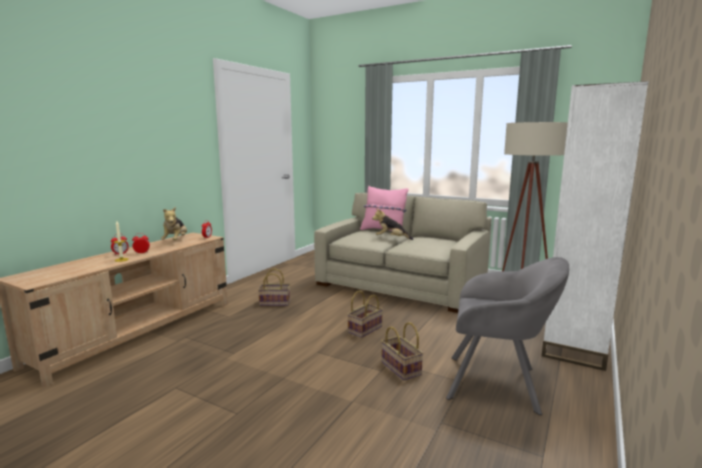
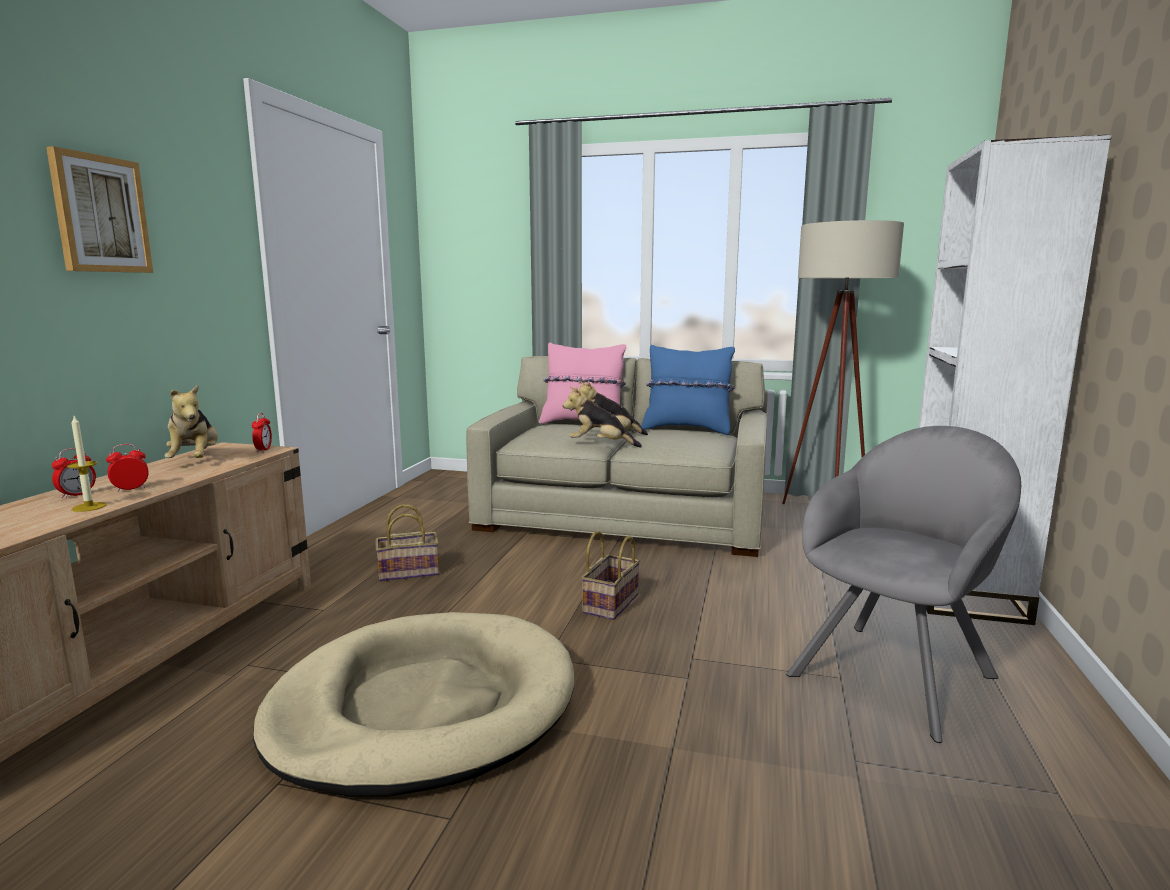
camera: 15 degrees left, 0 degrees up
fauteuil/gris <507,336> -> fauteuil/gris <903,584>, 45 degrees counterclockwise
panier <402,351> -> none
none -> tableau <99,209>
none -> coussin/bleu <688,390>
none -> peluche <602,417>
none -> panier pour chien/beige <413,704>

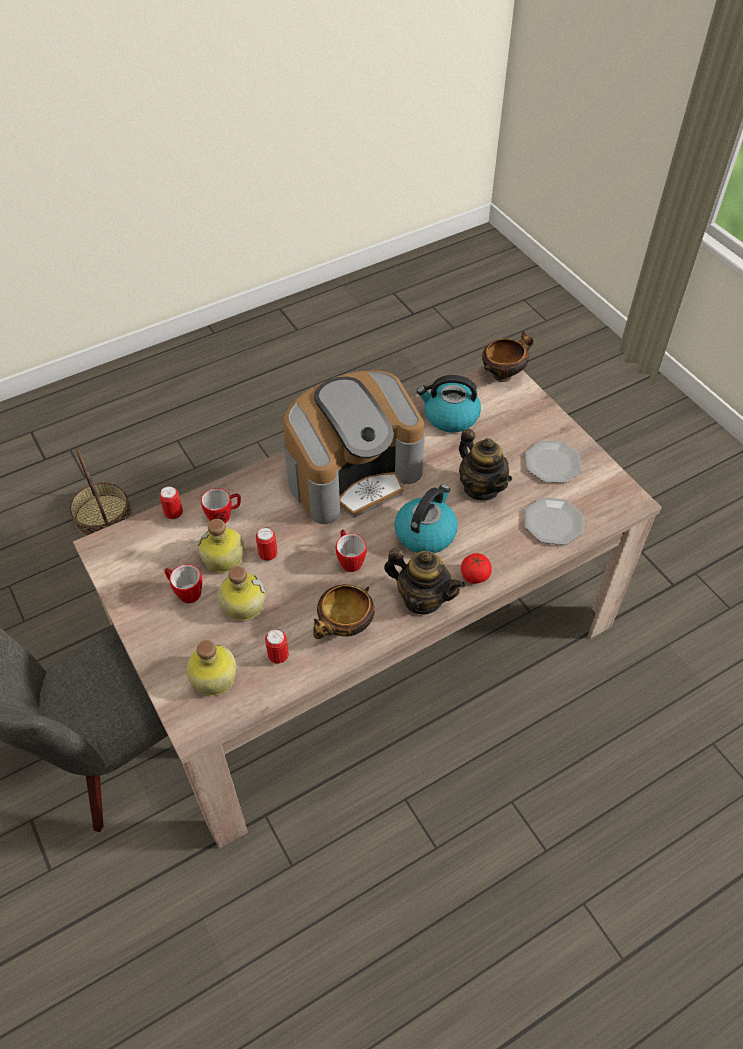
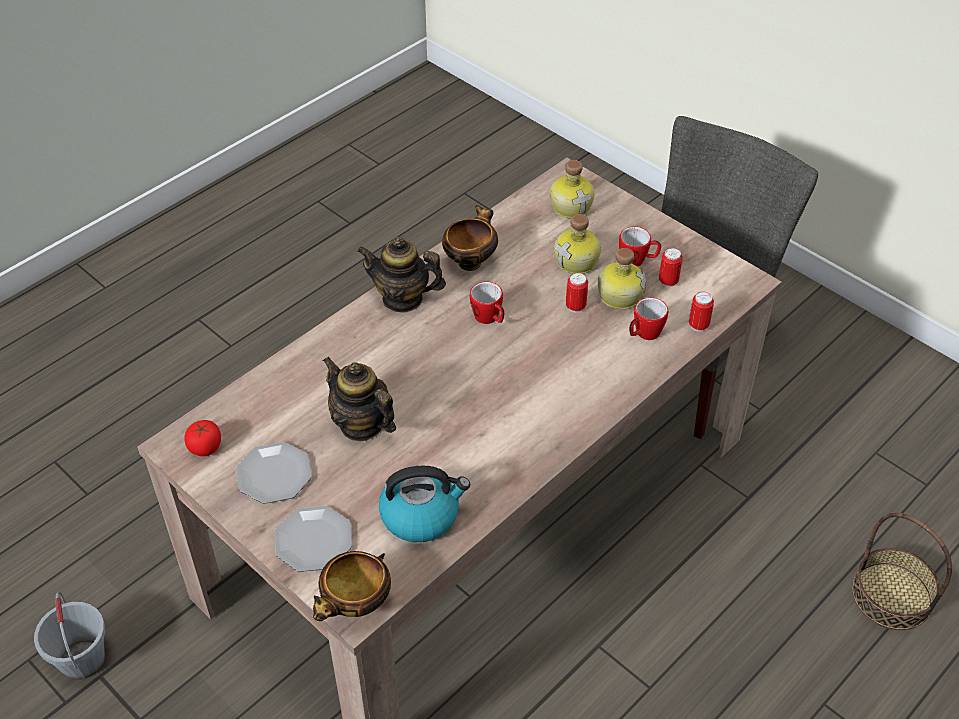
camera: 165 degrees right, 5 degrees down
machine à café <354,447> -> none
bouilloire <426,518> -> none
assiette <553,521> -> assiette <313,539>, moved
tomate <476,568> -> tomate <202,438>, moved
boîte métallique <277,646> -> boîte métallique <671,267>, moved
none -> seau/gris <69,635>

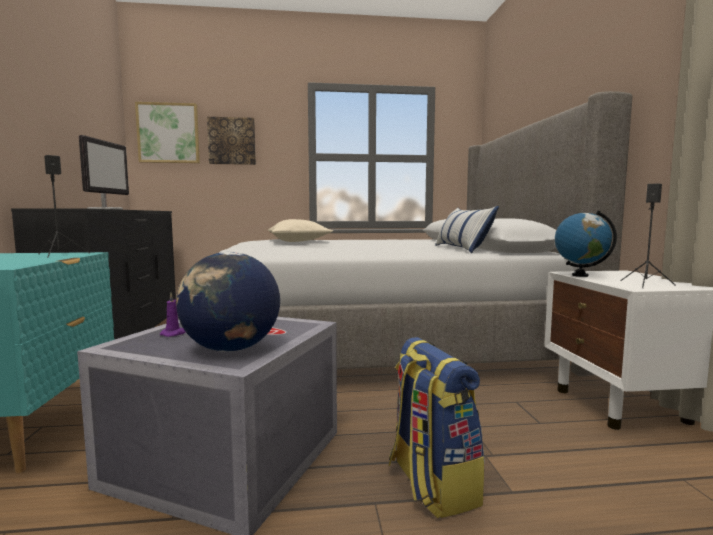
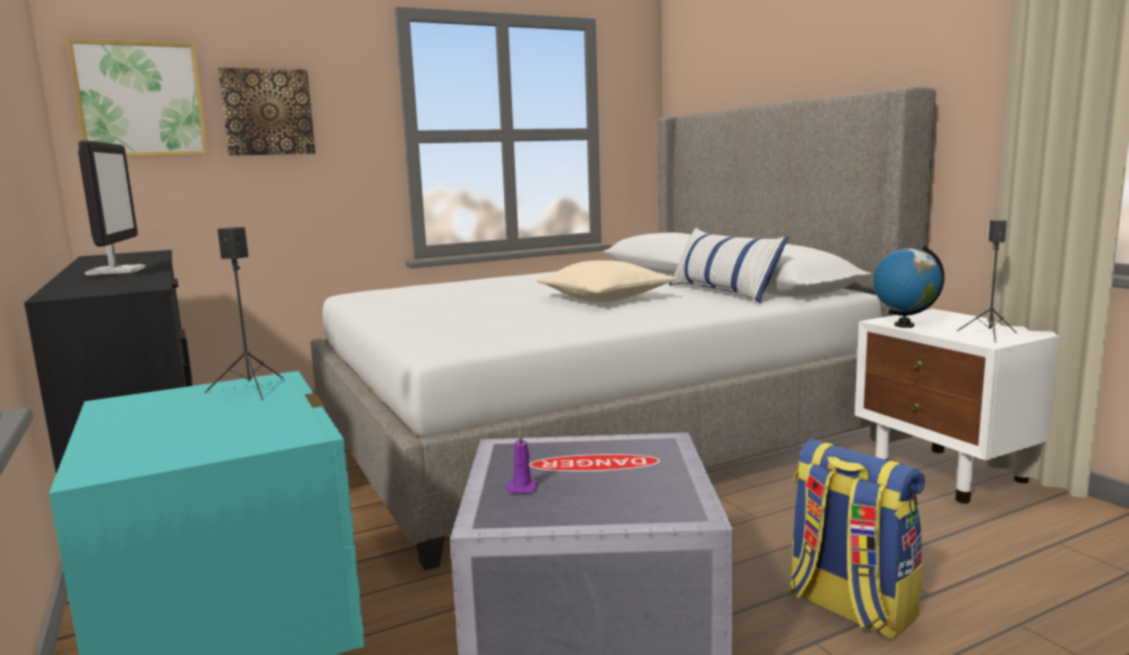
camera: 20 degrees left, 5 degrees up
coussin/beige <300,230> -> coussin/beige <606,281>, moved
globe <228,302> -> none

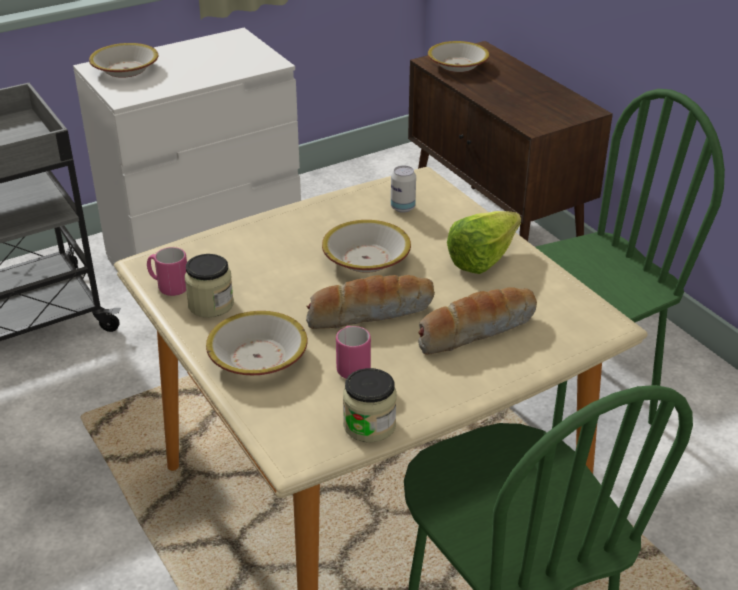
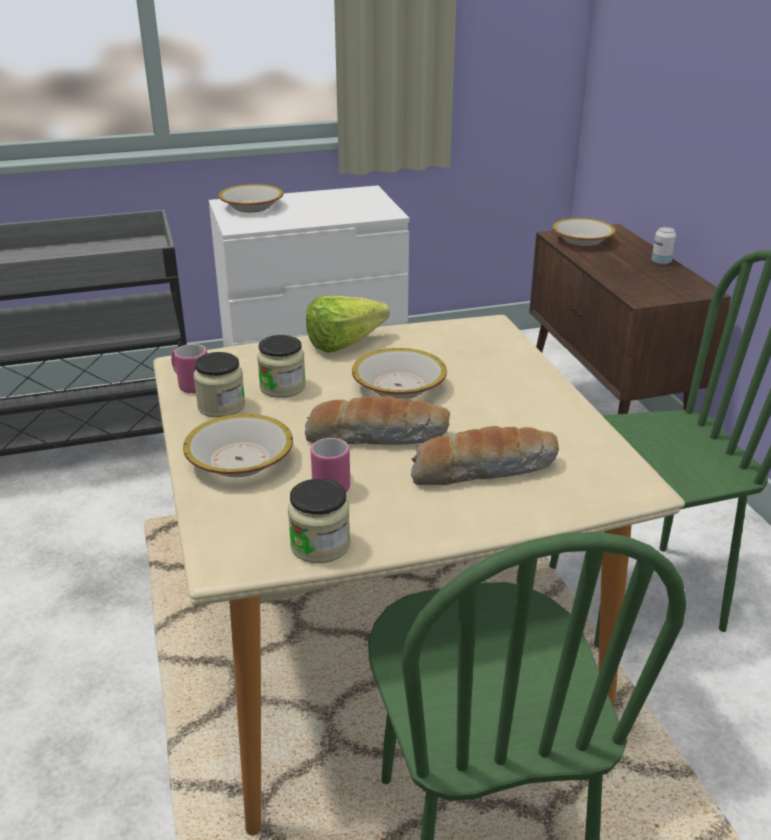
camera: 15 degrees right, 5 degrees down
boîte métallique <403,189> -> boîte métallique <664,246>, moved
laitue <484,242> -> laitue <347,324>, moved
none -> bocal <281,366>

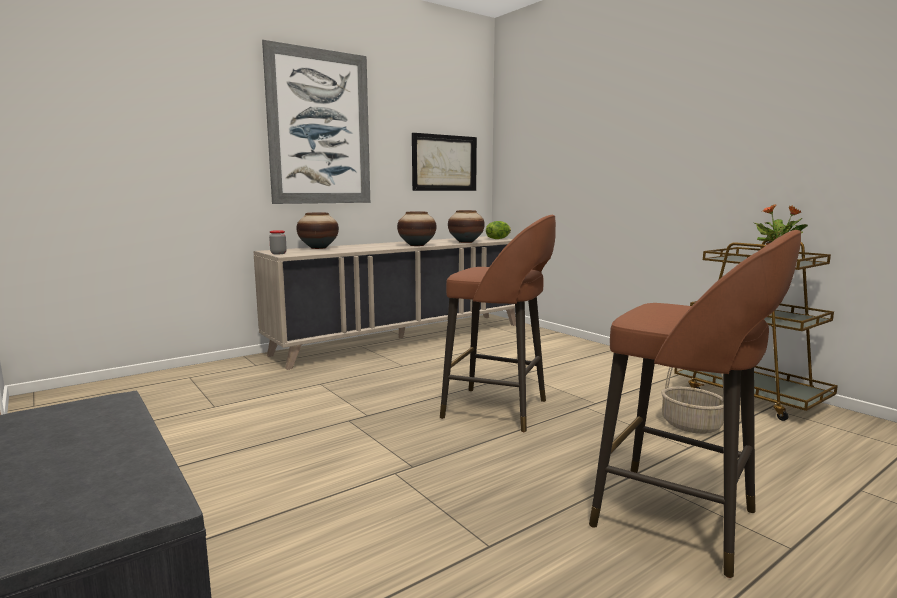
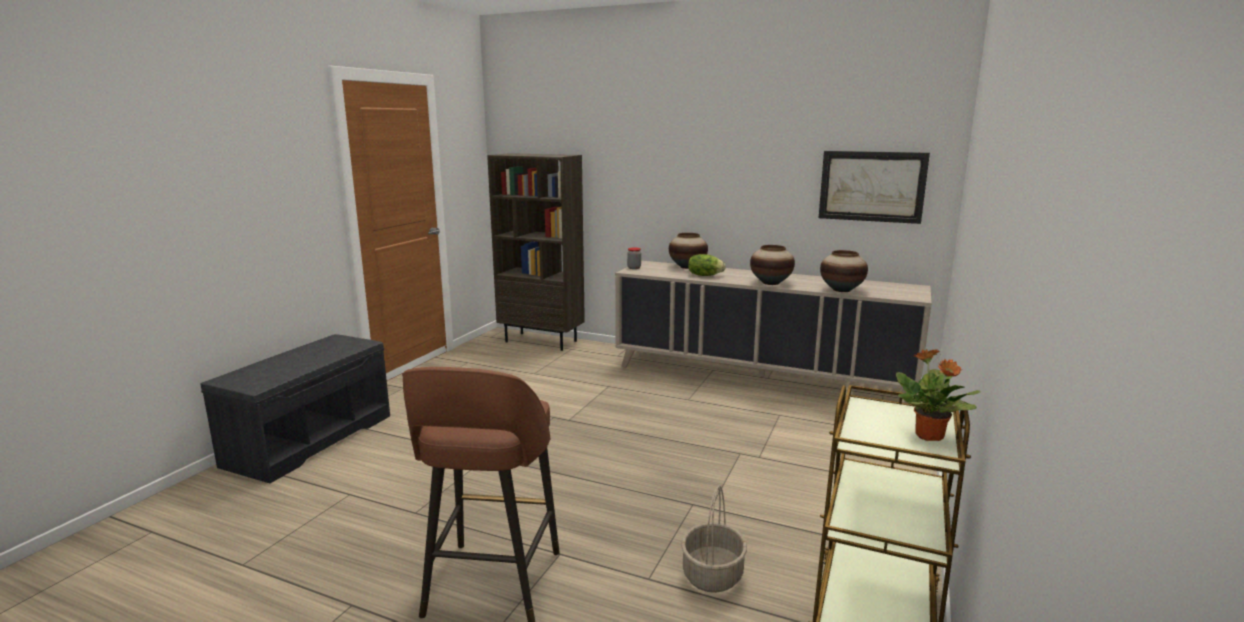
camera: 60 degrees right, 5 degrees up
tableau <316,122> -> none
tabouret/marron <498,323> -> none
laitue <498,230> -> laitue <707,265>, moved
none -> bibliothèque/marron <536,252>

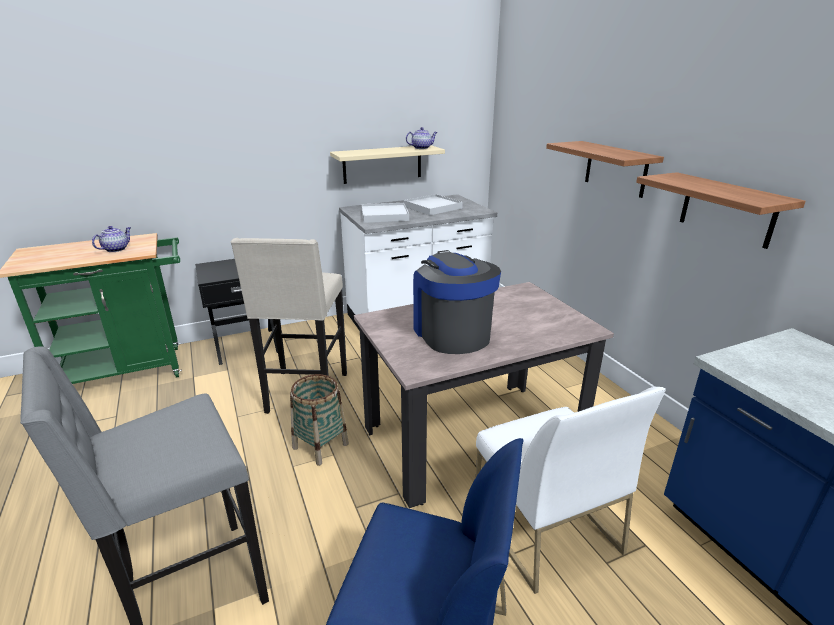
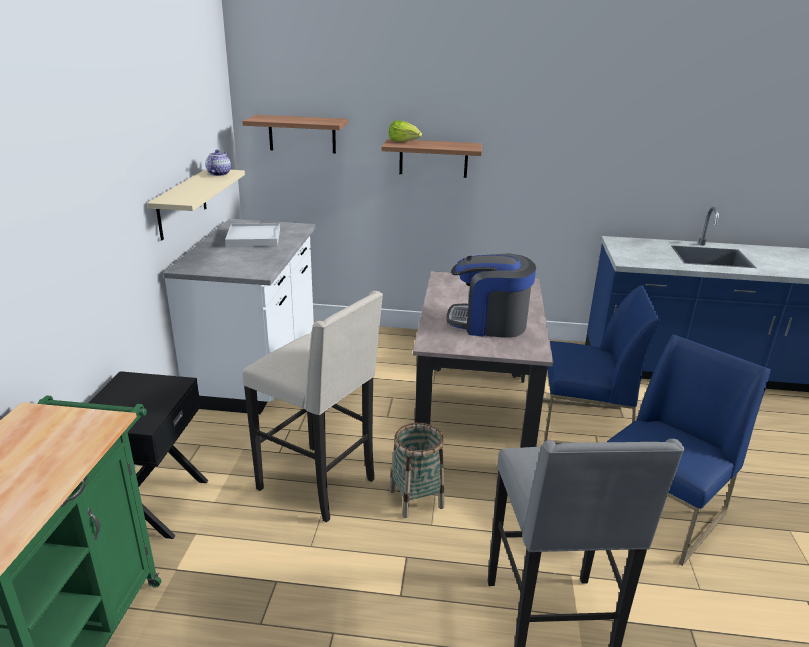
camera: 60 degrees left, 0 degrees up
étagère <721,210> -> étagère <295,134>, moved
plateau/blanc <385,213> -> none
théière <111,239> -> none
chaise/blanc <571,490> -> chaise/bleu <601,365>
none -> laitue <405,131>

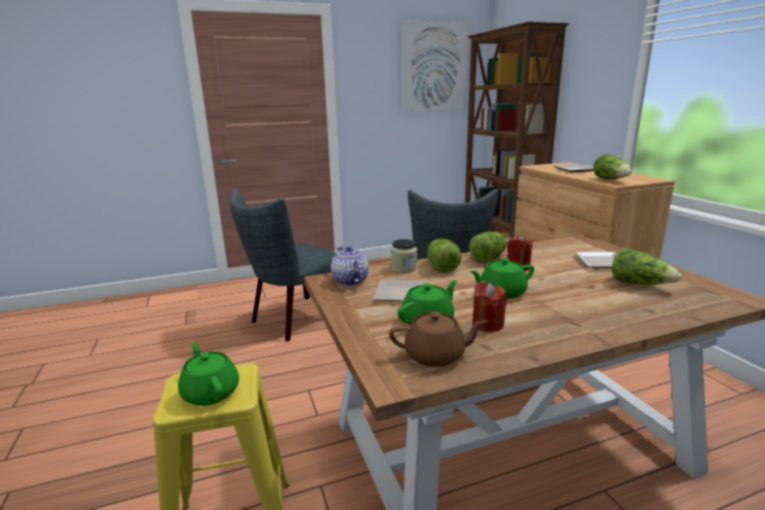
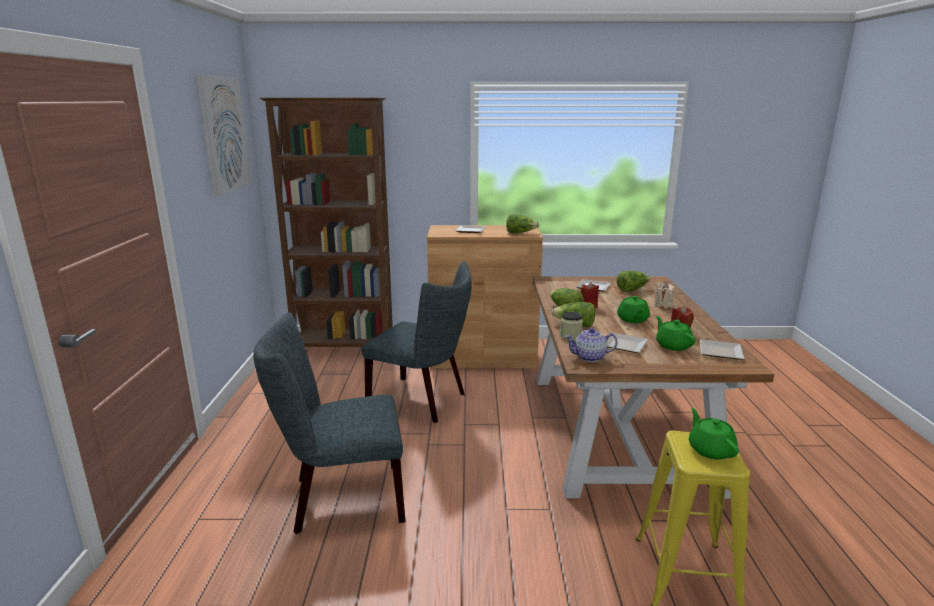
camera: 70 degrees left, 0 degrees up
chaise/gris <283,265> -> chaise/gris <329,423>, 105 degrees clockwise
théière/marron <438,339> -> assiette <722,349>
théière/vert <208,374> -> théière/vert <714,434>, 90 degrees clockwise
none -> bougie/beige <665,295>

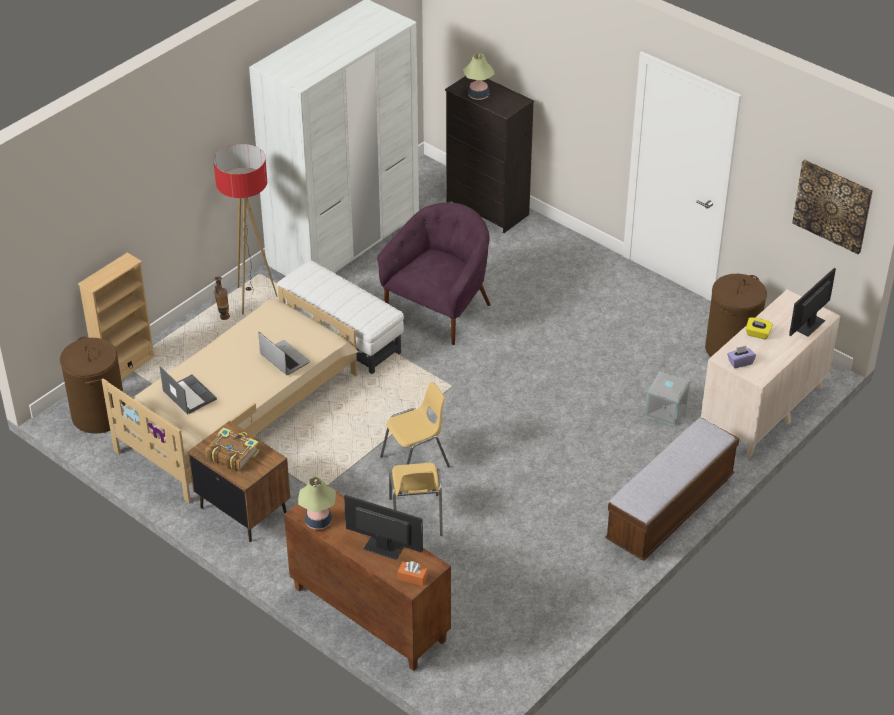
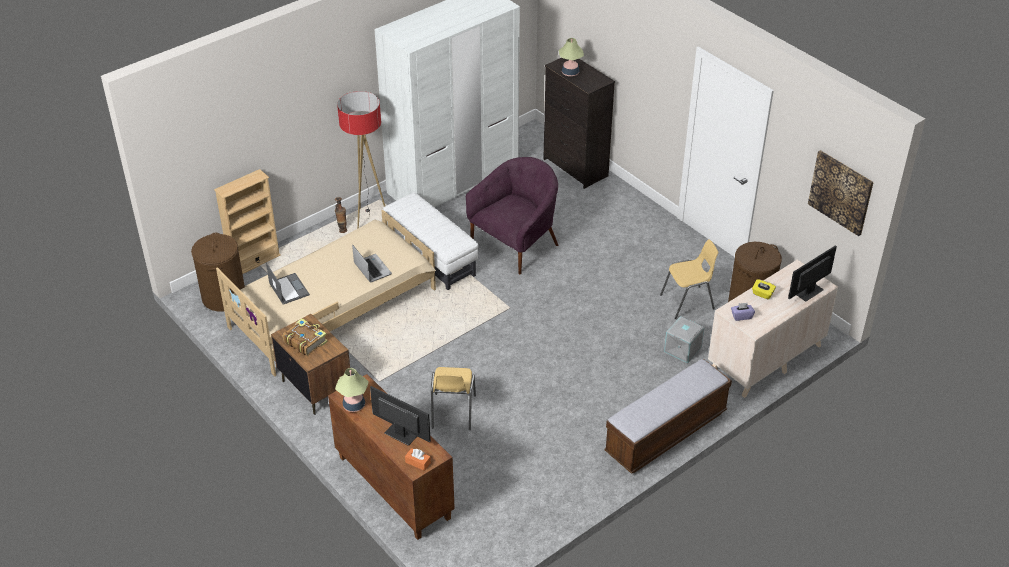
camera: 10 degrees right, 0 degrees up
chaise/jaune <415,425> -> chaise/jaune <689,279>, moved

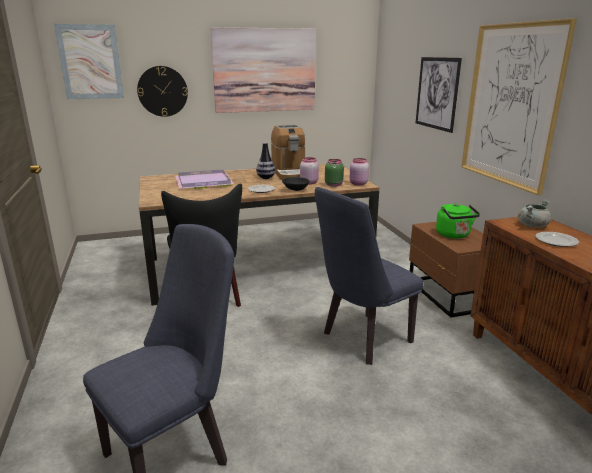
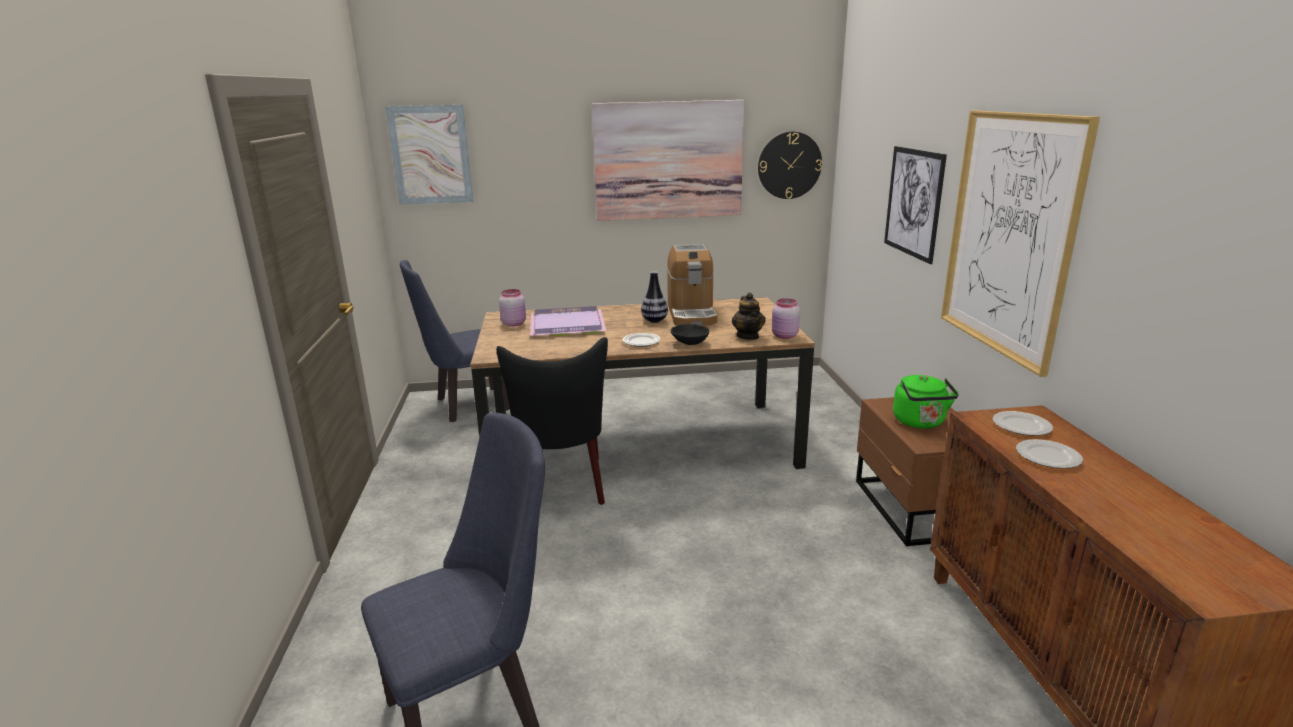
camera: 10 degrees right, 0 degrees up
horloge murale <162,91> -> horloge murale <790,165>, moved
bocal/rose <309,171> -> bocal/rose <512,308>, moved
bocal/vert <334,173> -> théière <749,316>
chaise/bleu <369,276> -> chaise/bleu <455,341>, moved
marmite/gris <534,214> -> assiette <1023,423>

